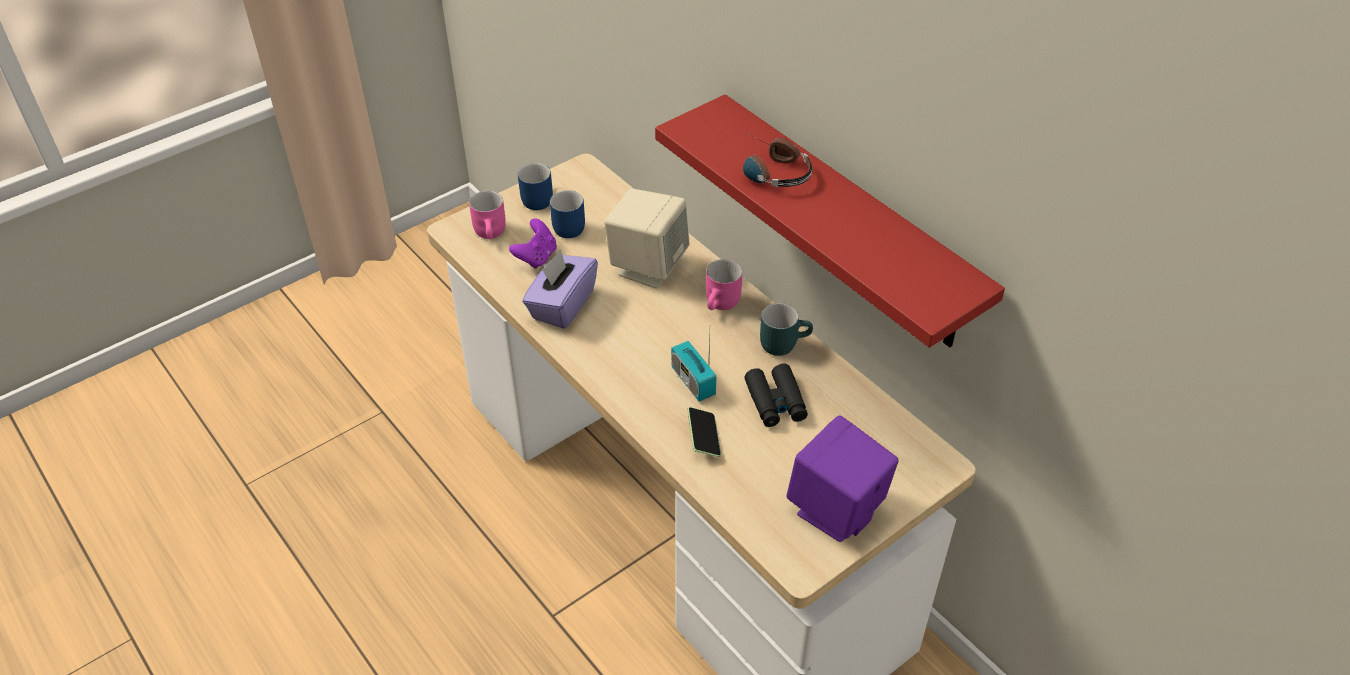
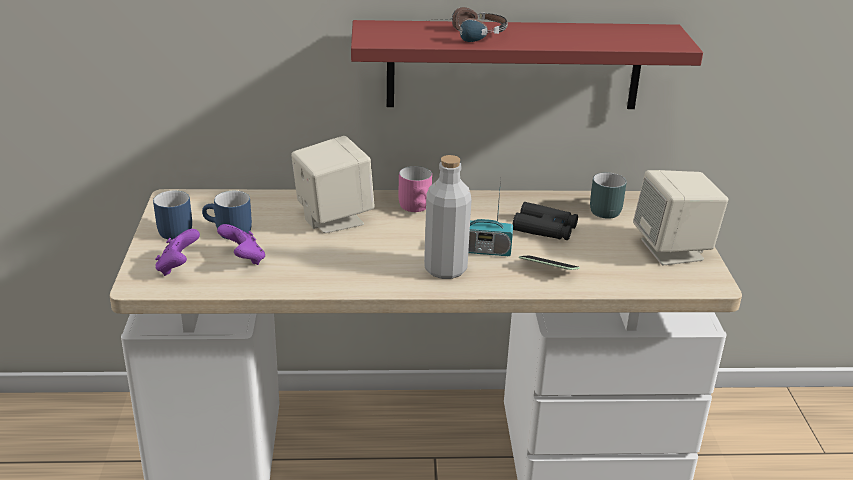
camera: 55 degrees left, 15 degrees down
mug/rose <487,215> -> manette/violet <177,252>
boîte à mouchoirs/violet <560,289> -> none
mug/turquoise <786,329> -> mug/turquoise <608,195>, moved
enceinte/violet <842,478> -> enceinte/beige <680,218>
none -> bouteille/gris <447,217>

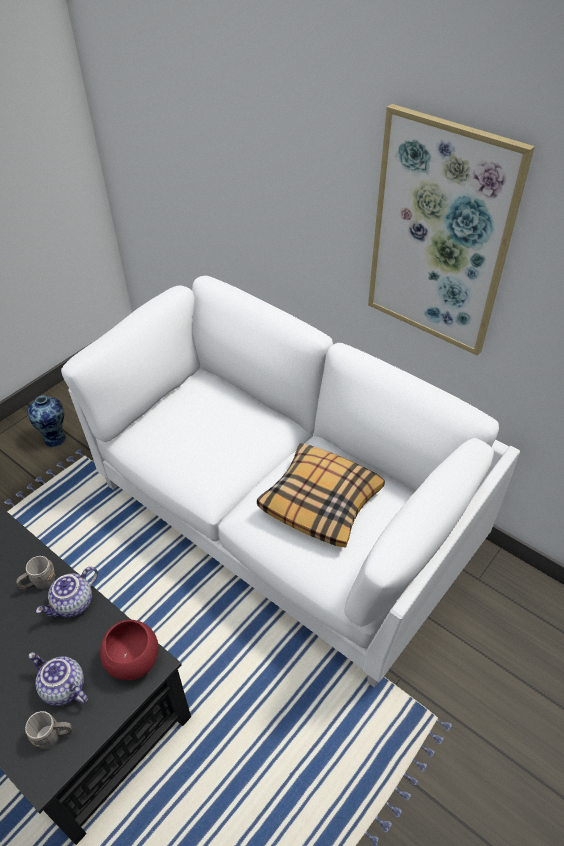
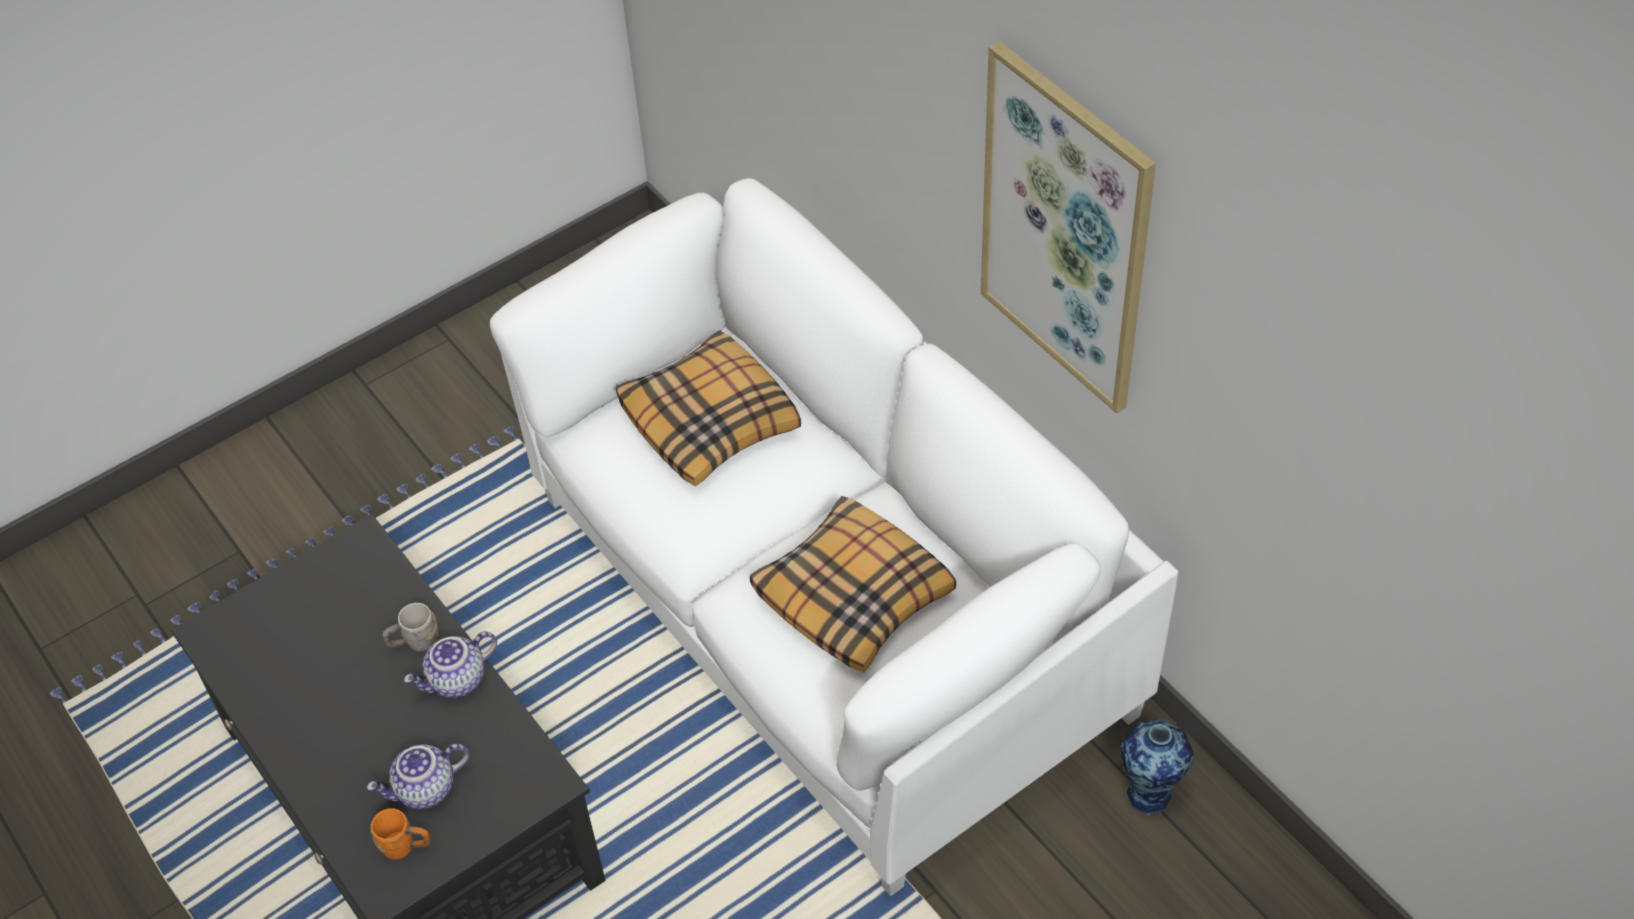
camera: 15 degrees right, 5 degrees up
vase <46,421> -> vase <1157,766>, moved
bol/rouge <129,650> -> none
théière <58,679> -> théière <418,776>, 75 degrees counterclockwise
mug/gris <49,730> -> mug/orange <400,833>
none -> coussin <708,408>

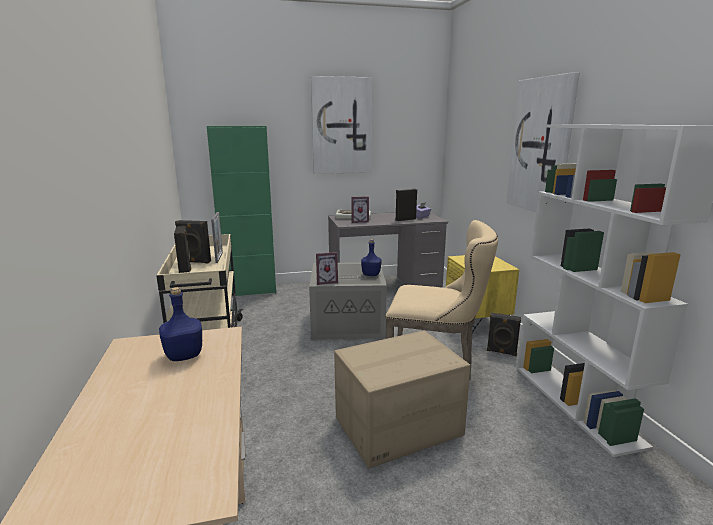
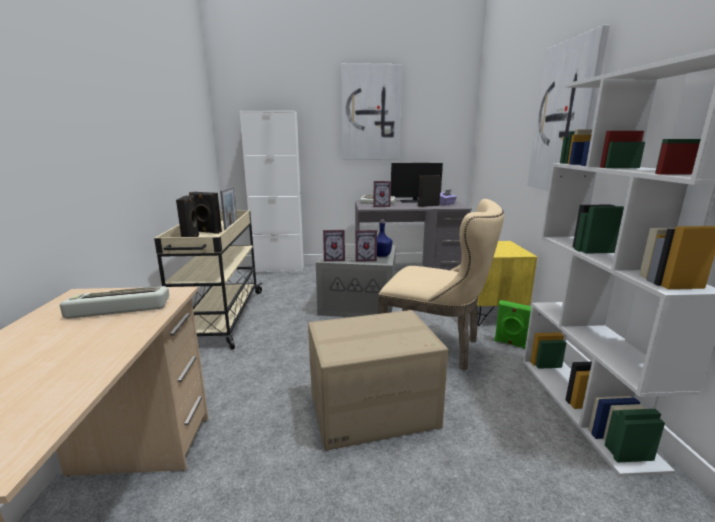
camera: 10 degrees right, 0 degrees up
meuble de rangement/vert <241,211> -> meuble de rangement/blanc <272,191>
bouteille/bleu <180,324> -> clavier <114,302>
enceinte/noir <504,334> -> enceinte/vert <512,324>
none -> écran d'ordinateur <417,183>
none -> cadre photo <366,246>

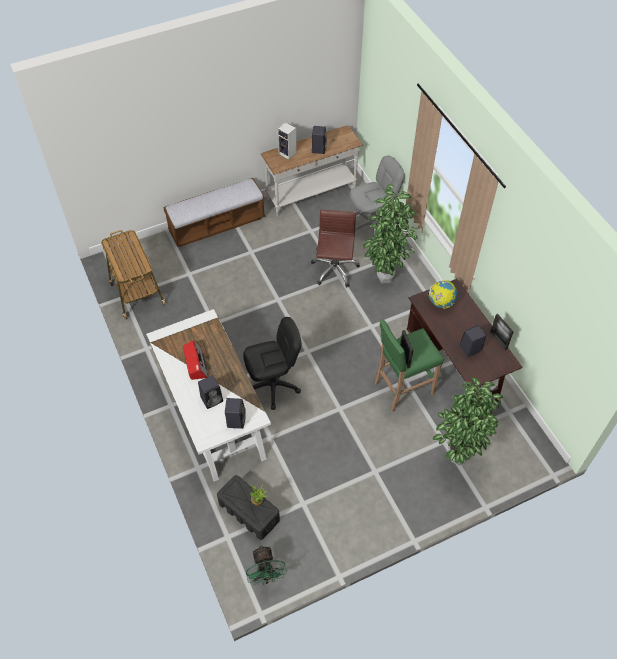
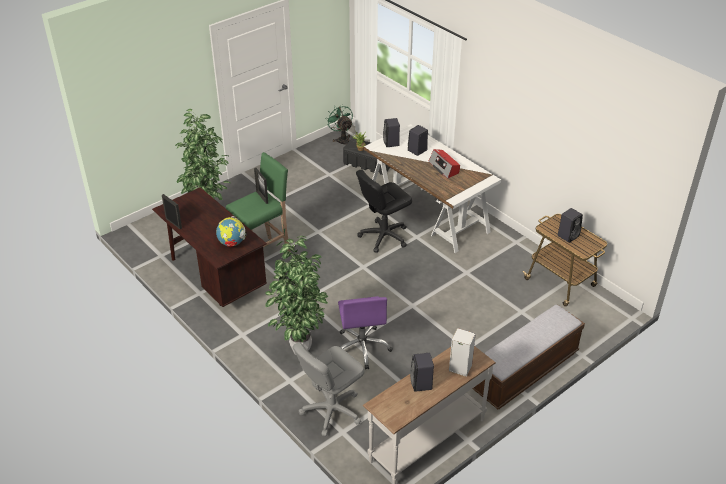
camera: 165 degrees right, 15 degrees down
chaise de bureau/marron <335,248> -> chaise de bureau/violet <365,333>
enceinte/noir <473,341> -> enceinte/noir <570,225>, moved

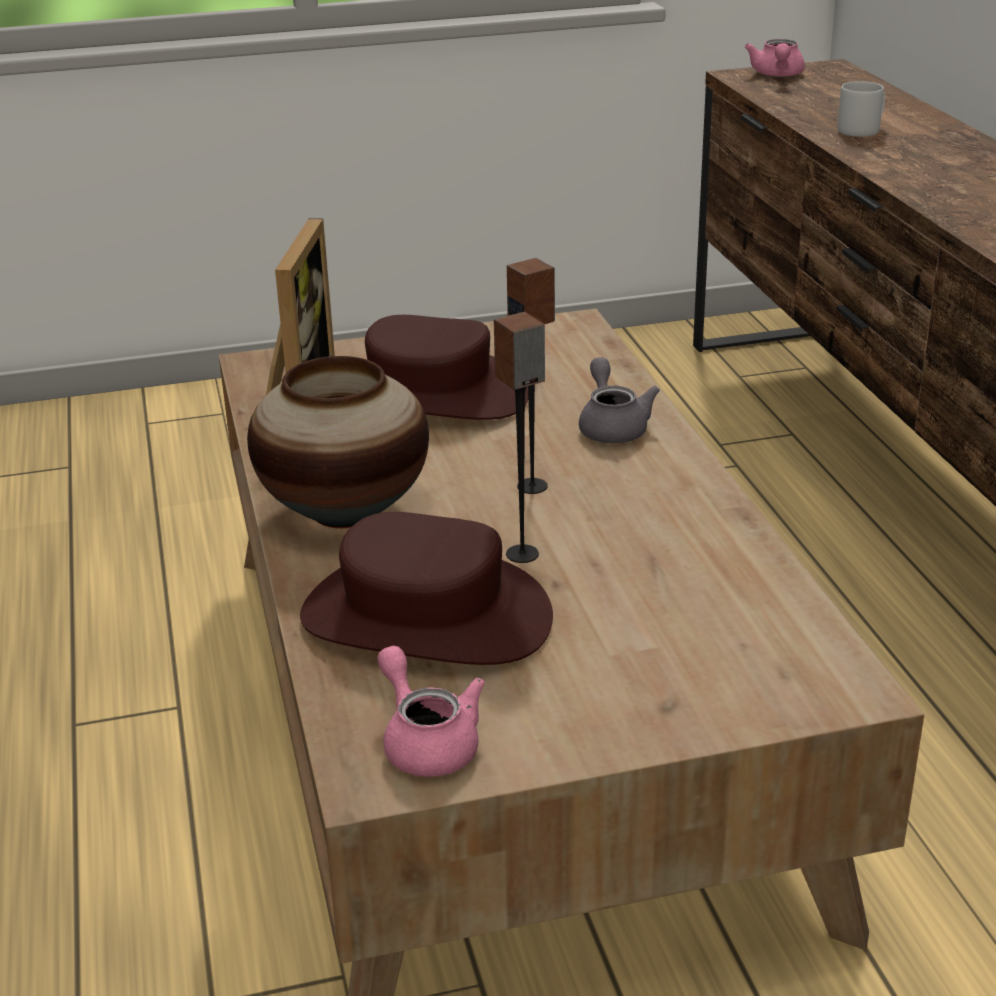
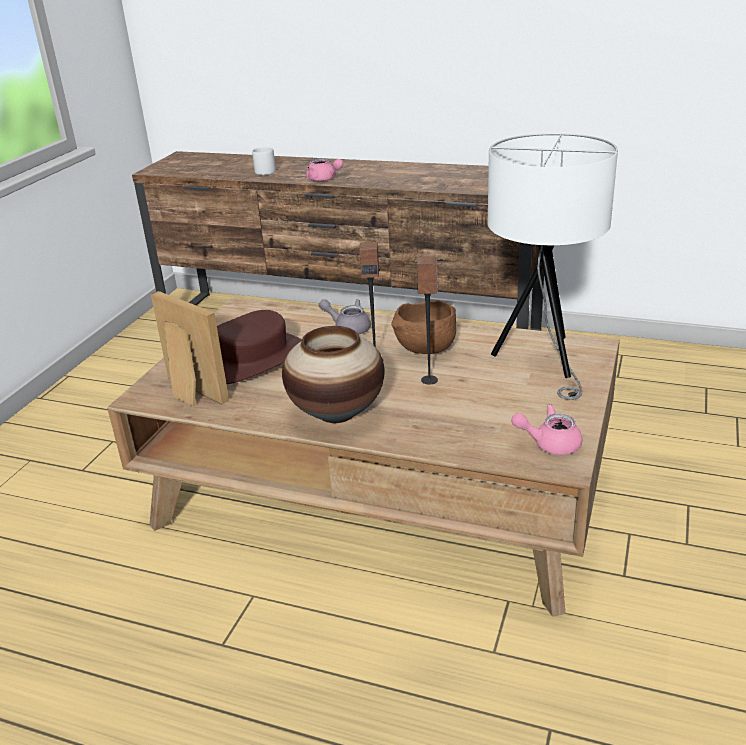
camera: 55 degrees left, 0 degrees up
théière/rose <775,58> -> théière/rose <324,169>, moved
chapeau/marron <426,588> -> none
none -> lampe de table/blanc <553,266>
none -> bol/marron <423,327>

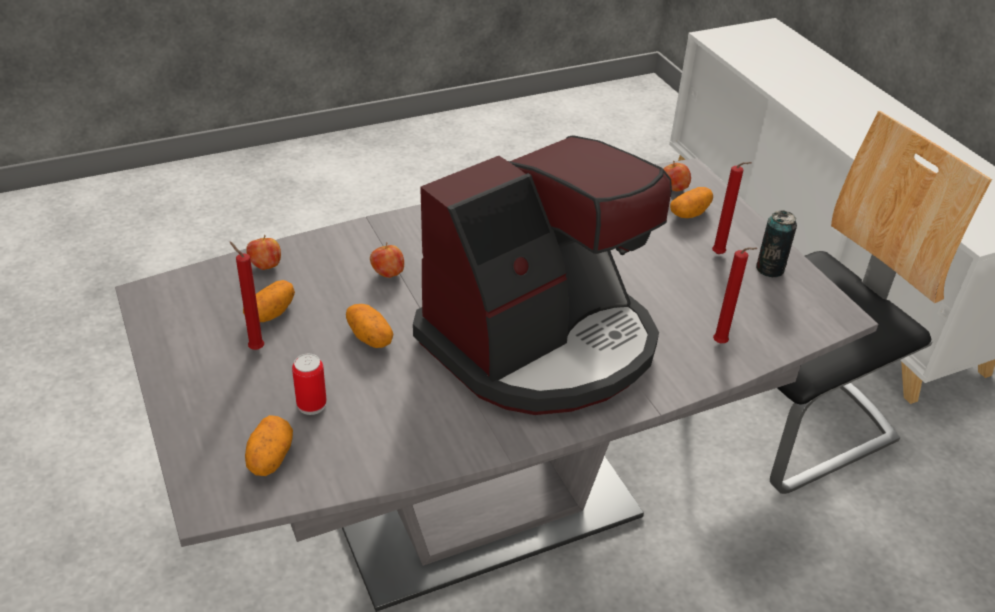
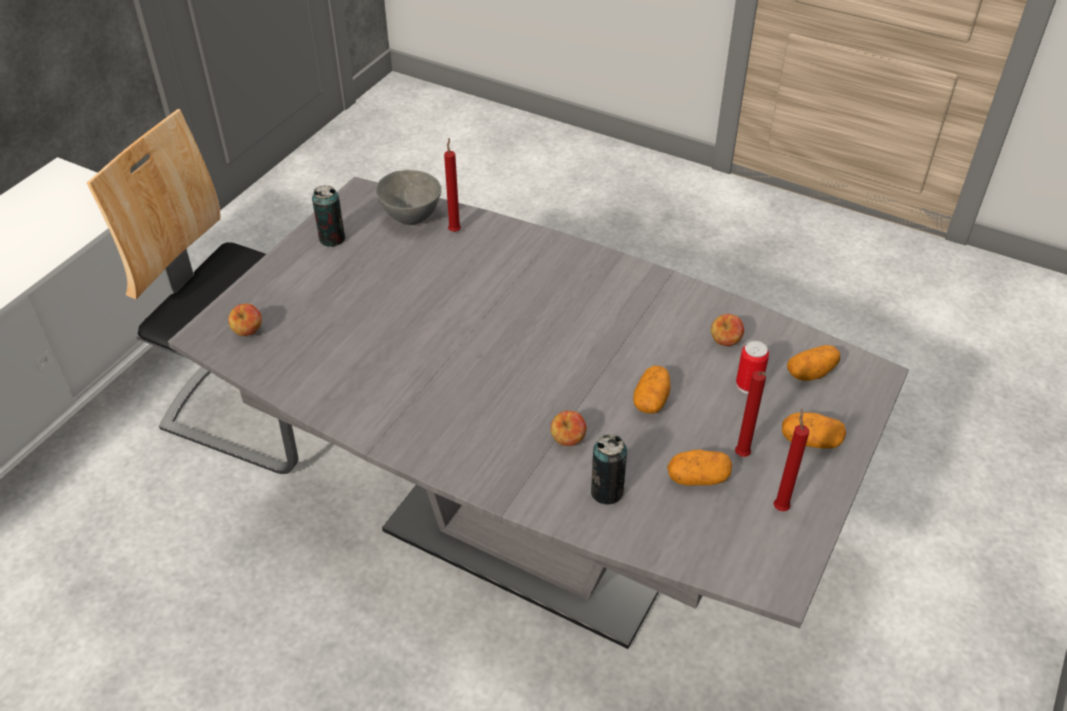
camera: 125 degrees left, 5 degrees up
machine à café <542,275> -> none
bougie/rouge <731,208> -> bougie/rouge <792,460>, moved
pomme de terre <691,202> -> pomme de terre <814,430>, moved
pomme <263,252> -> pomme <727,330>, moved
none -> bol/gris <408,197>
none -> boîte métallique <609,469>

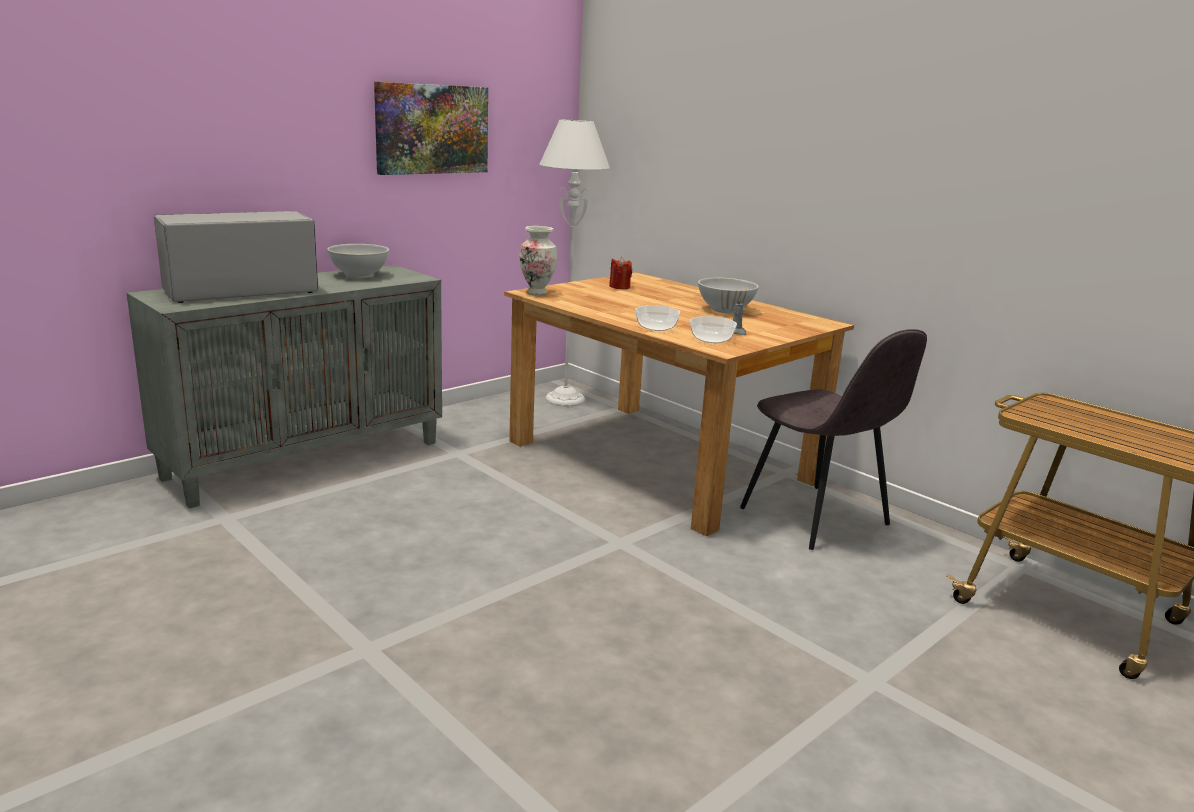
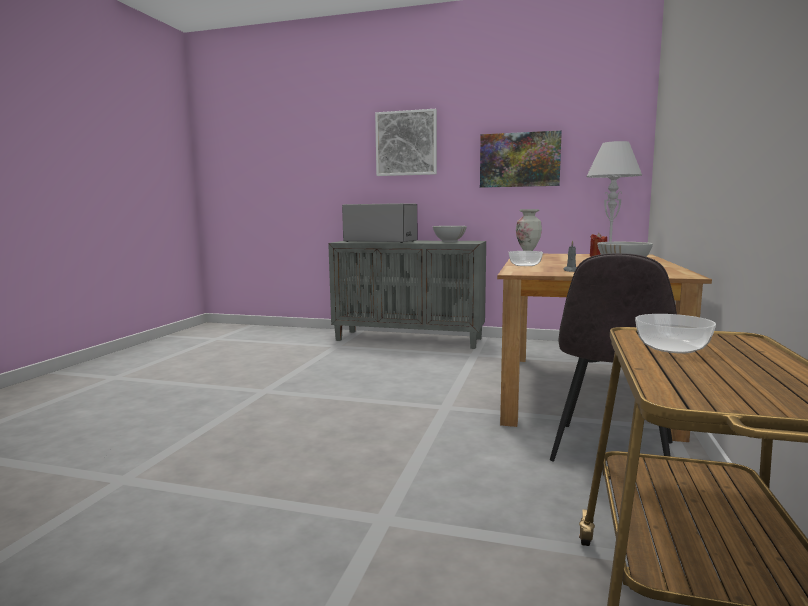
camera: 60 degrees right, 10 degrees down
bol <713,329> -> bol <675,333>, moved
none -> tableau <406,142>

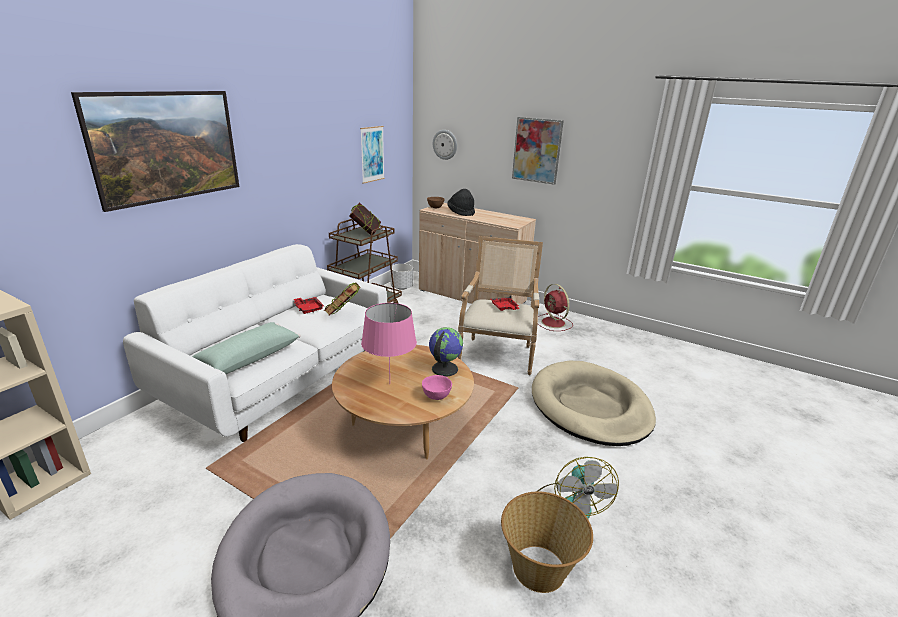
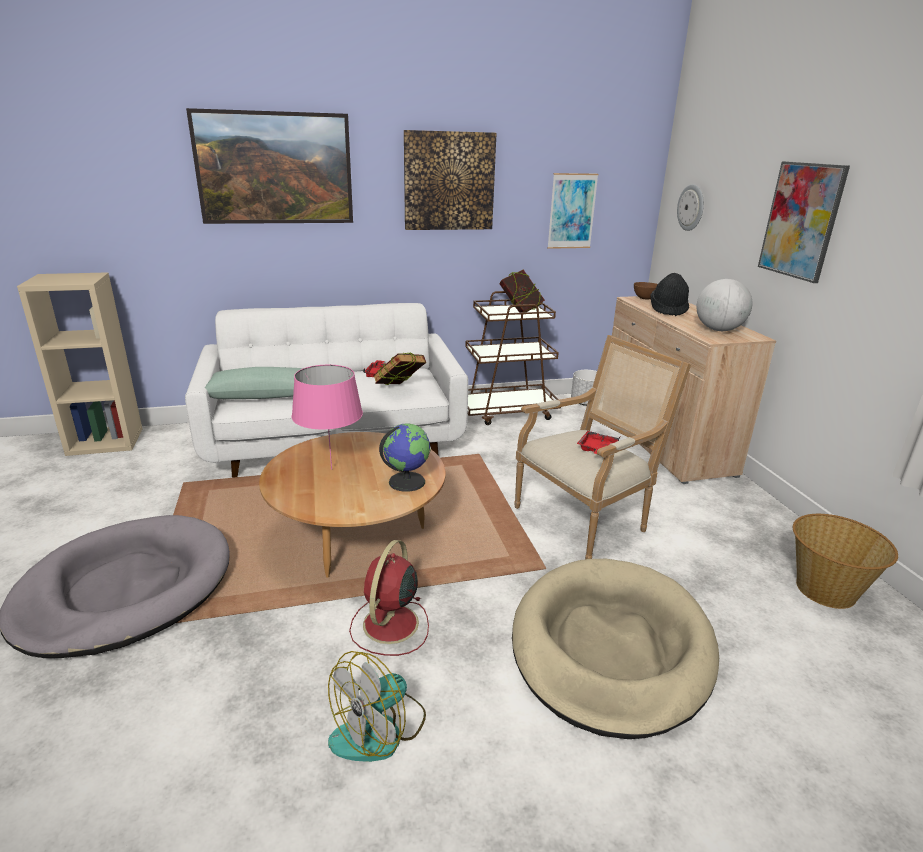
camera: 45 degrees right, 0 degrees up
ventilateur/rouge <555,307> -> ventilateur/rouge <389,598>, moved
bol/rose <437,387> -> none
panier <547,542> -> panier <845,561>, moved
none -> tableau <450,180>
none -> globe <725,305>

